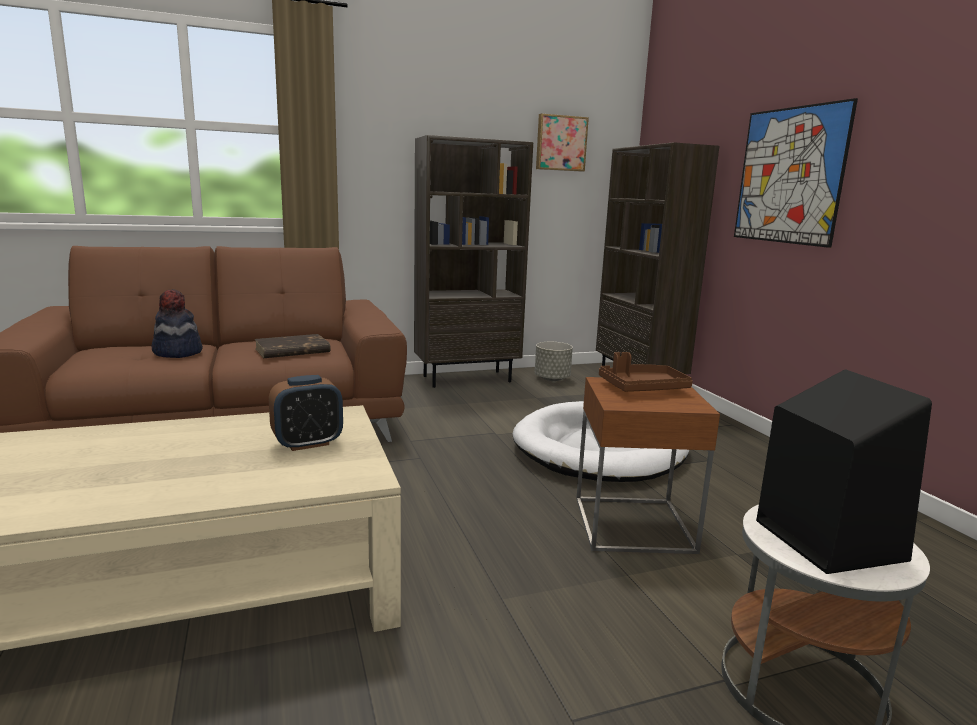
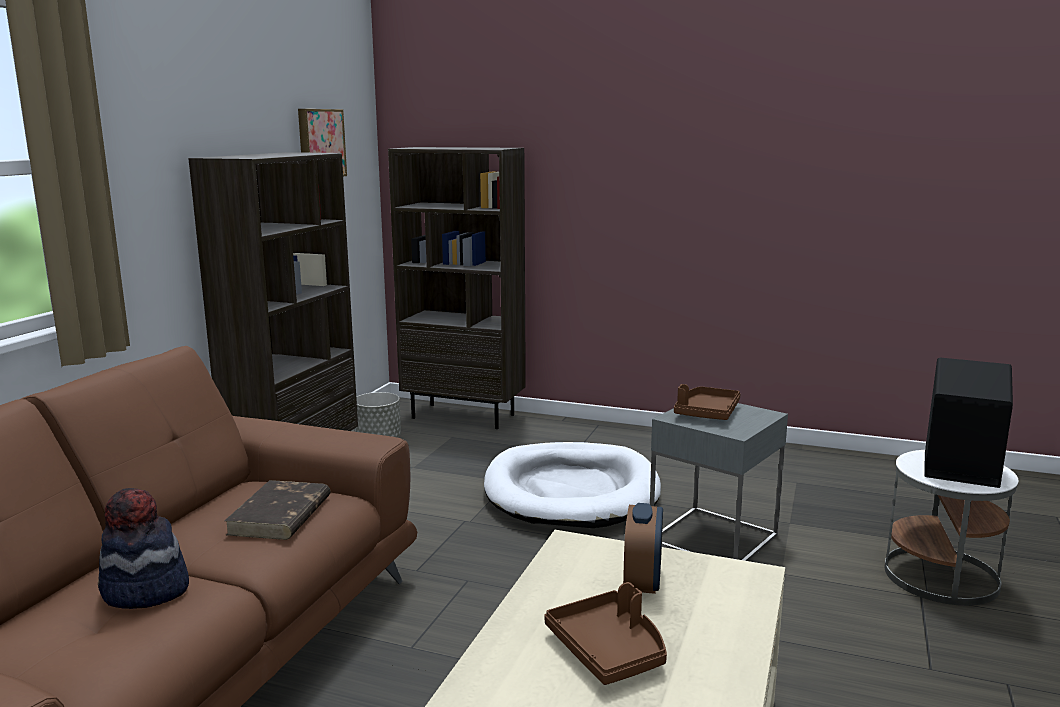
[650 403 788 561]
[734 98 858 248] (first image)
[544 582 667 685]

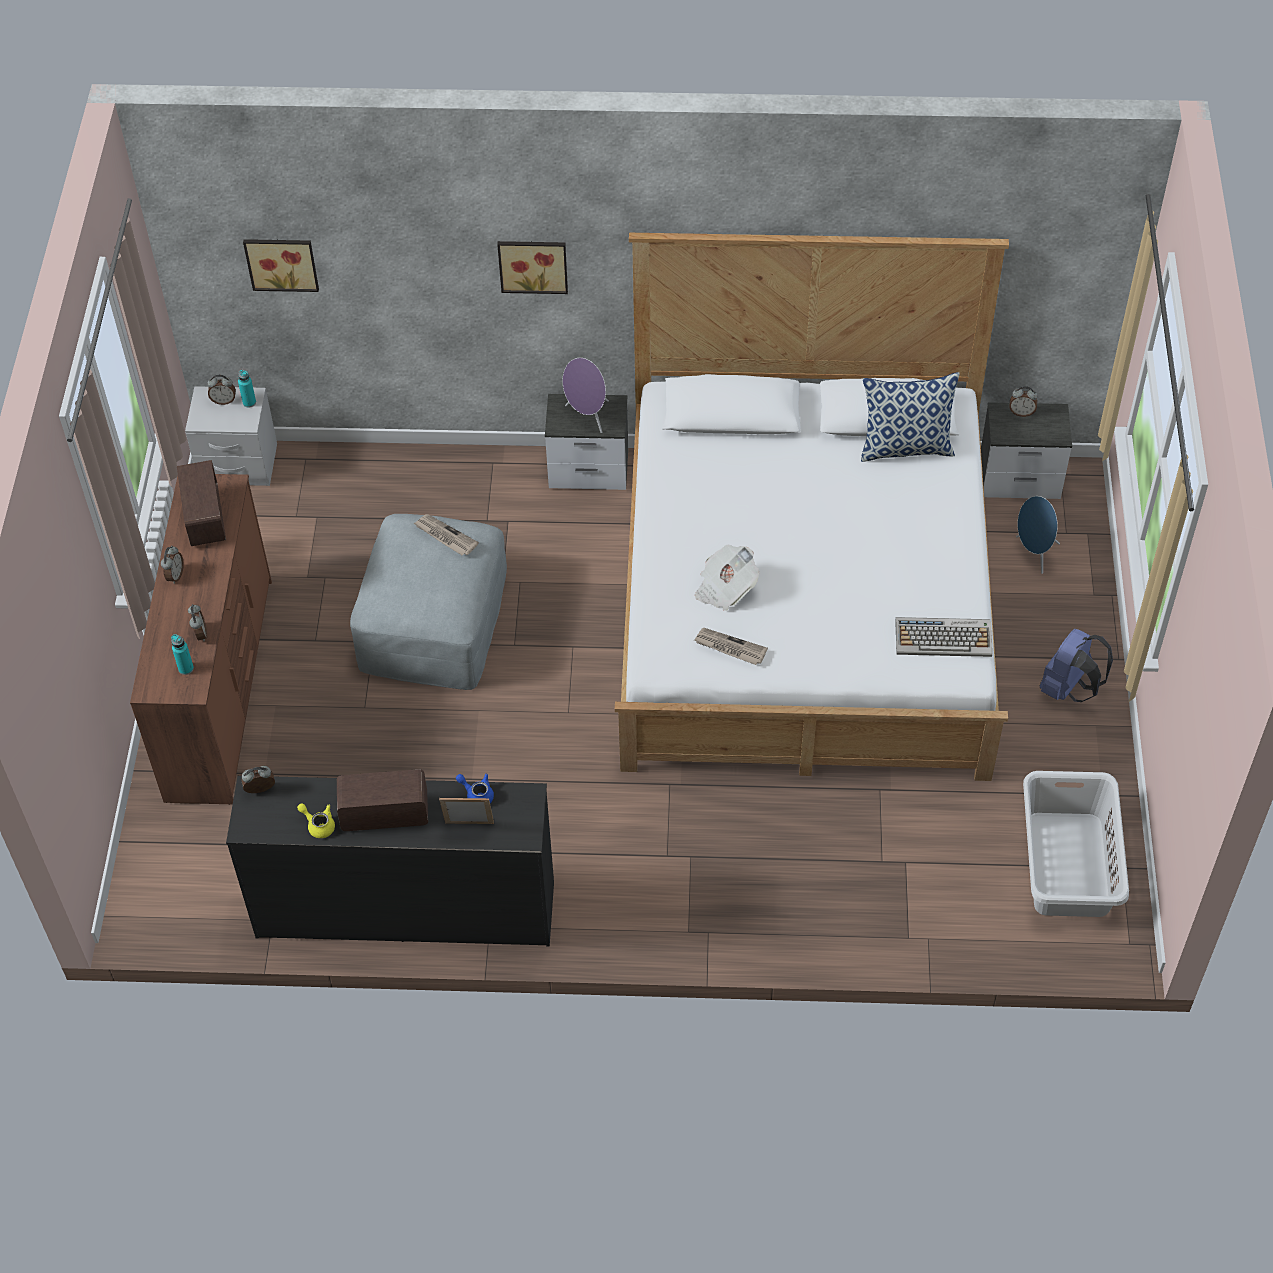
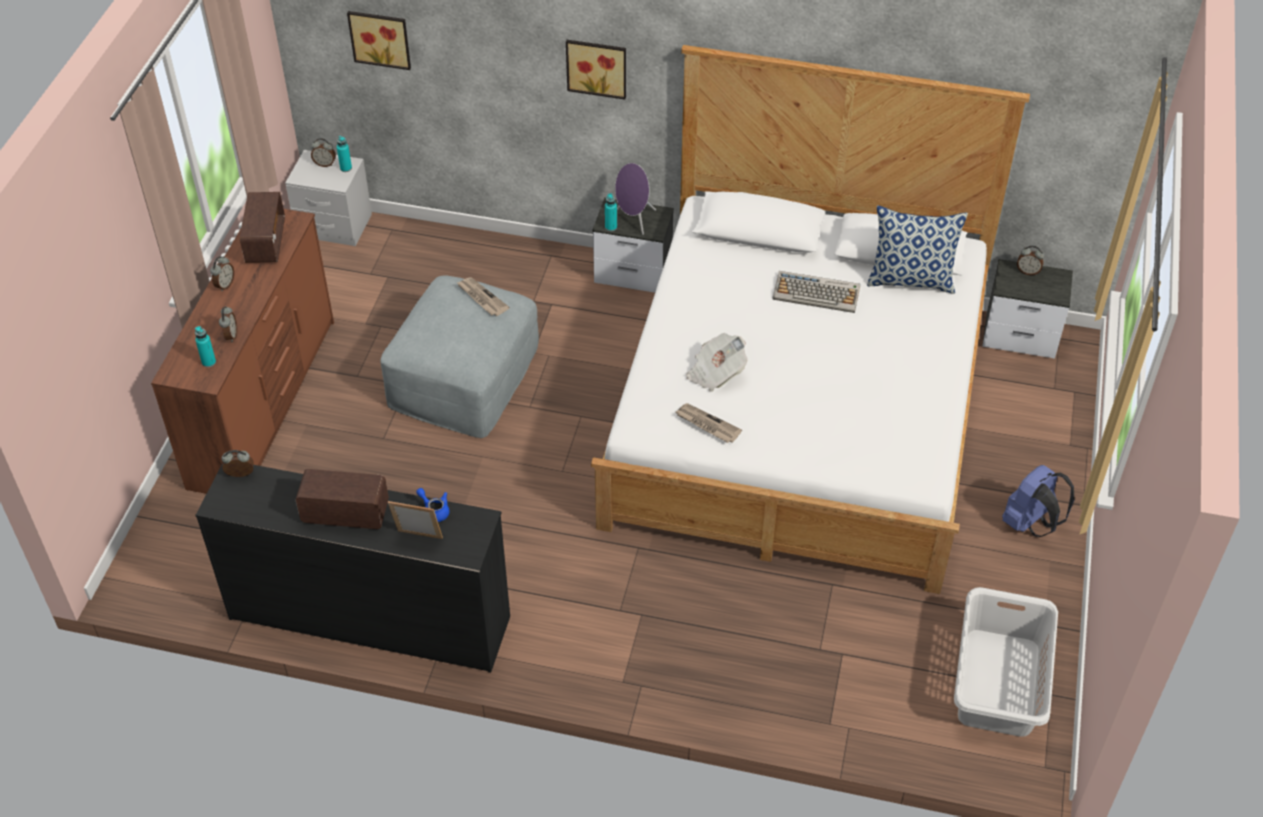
[297 803 335 838] (first image)
[772 271 860 313]
[1016 496 1060 574] (first image)
[605 193 617 231]

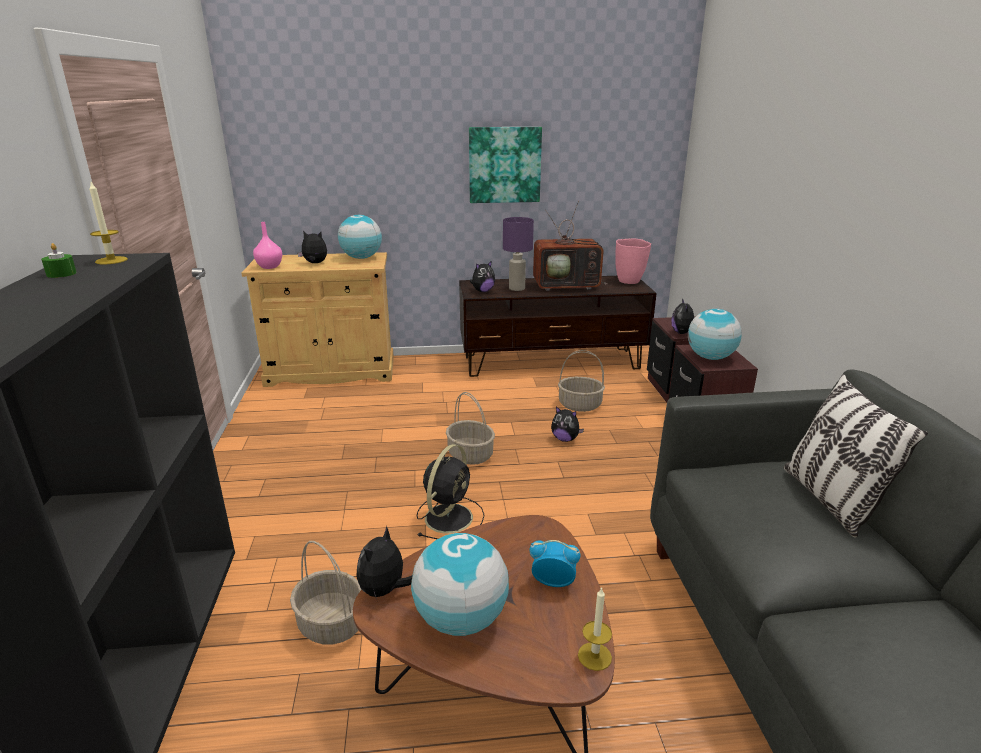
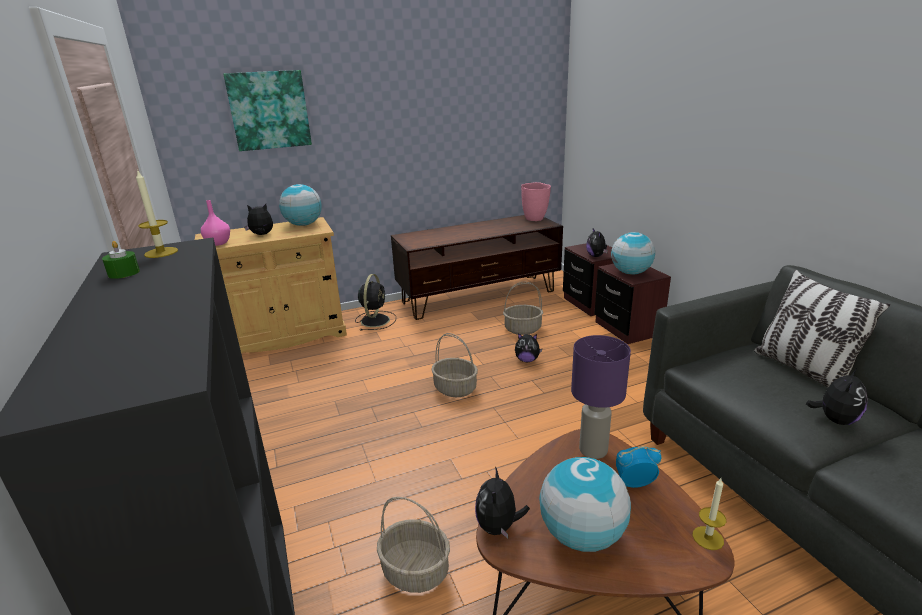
[355 274 396 331]
[223 70 312 151]
[806 368 868 425]
[571 335 631 459]
[533 201 607 291] (first image)

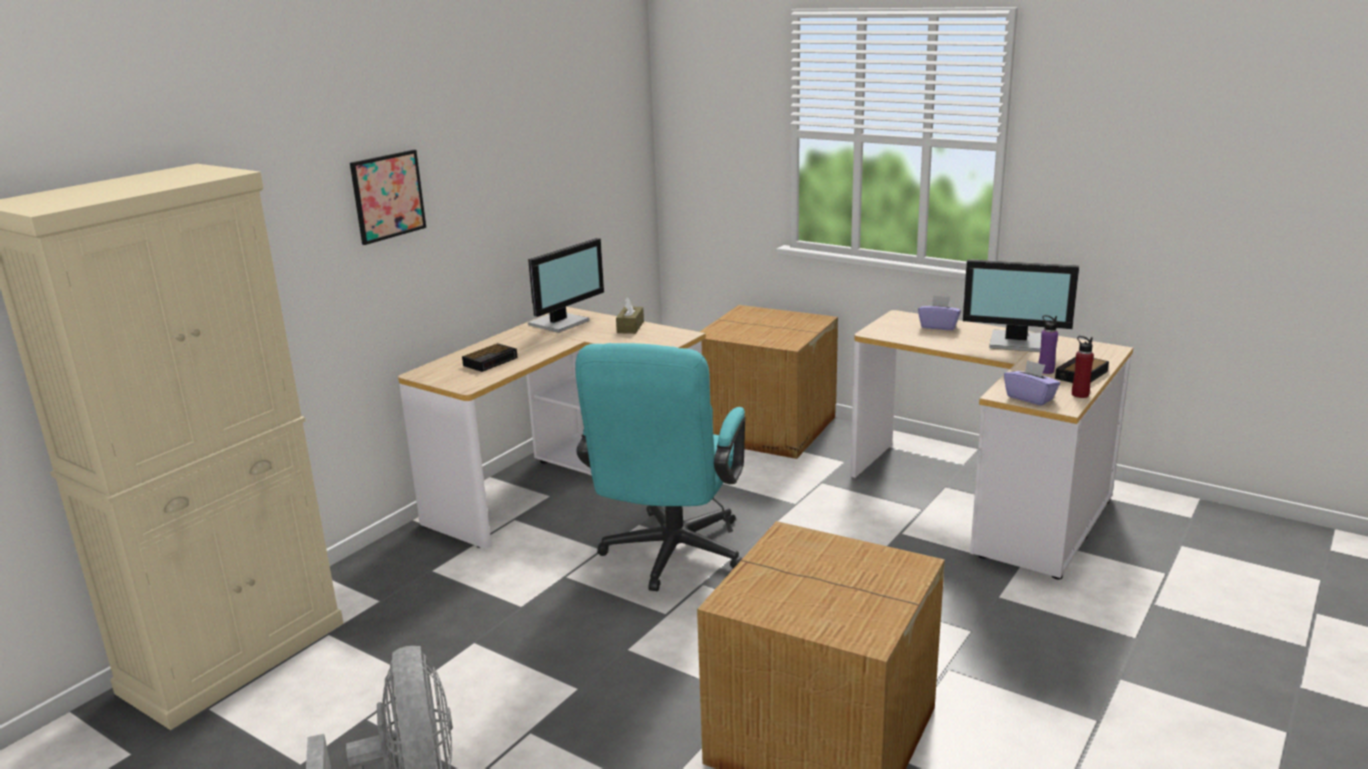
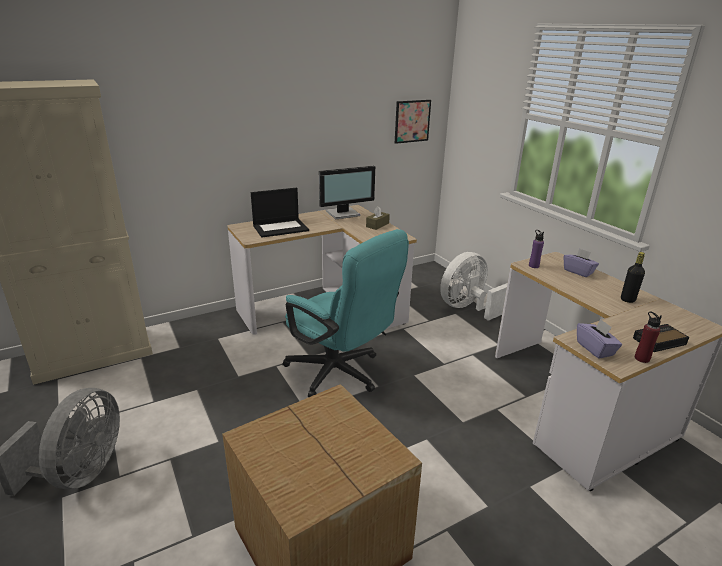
[395 100 431 144]
[251 187 309 238]
[282 229 409 397]
[440 252 508 321]
[621 252 645 303]
[529 230 544 268]

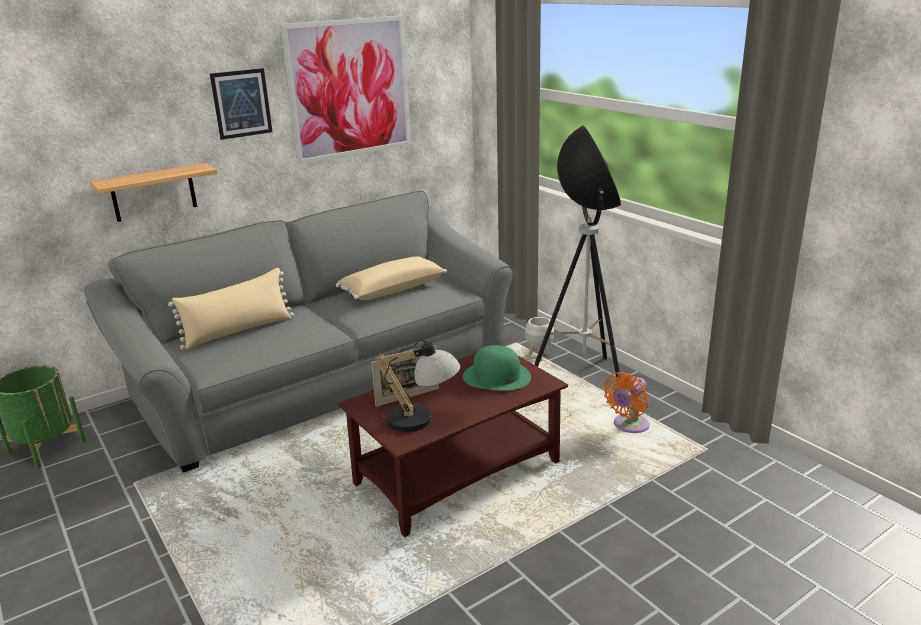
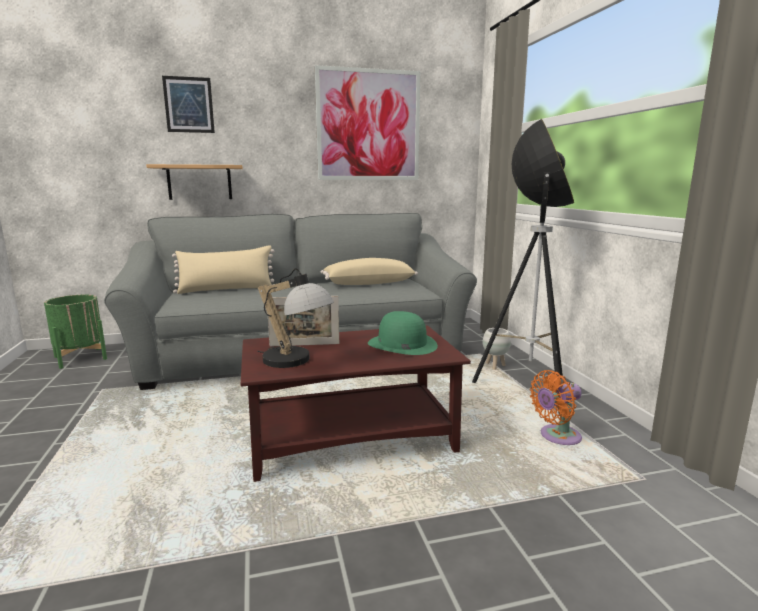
[162 76 215 133]

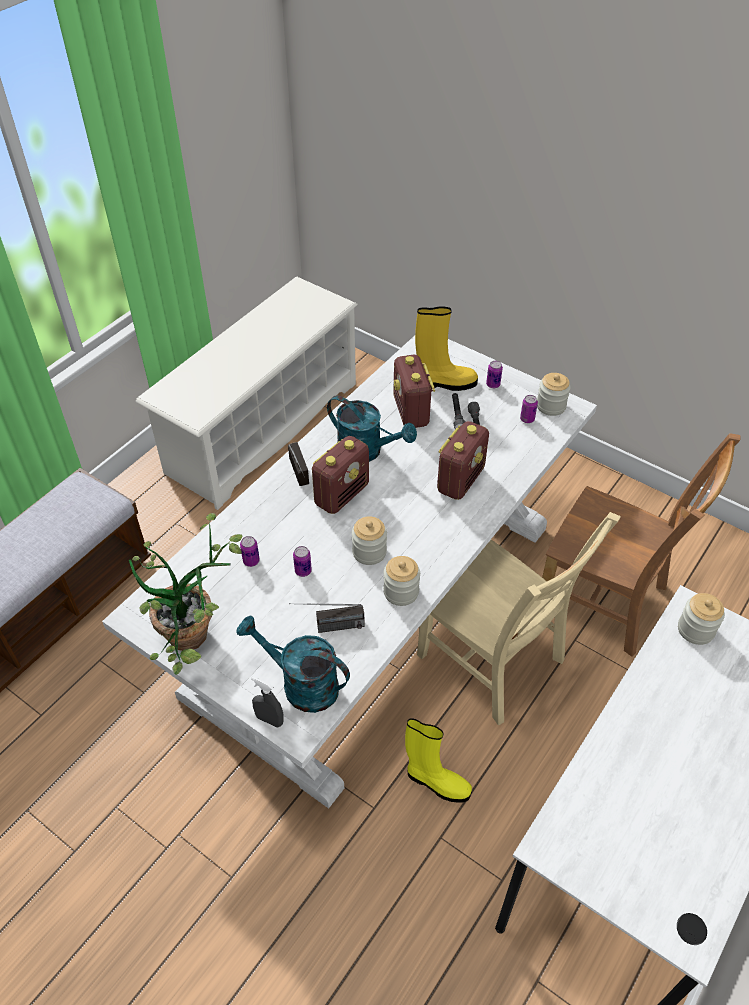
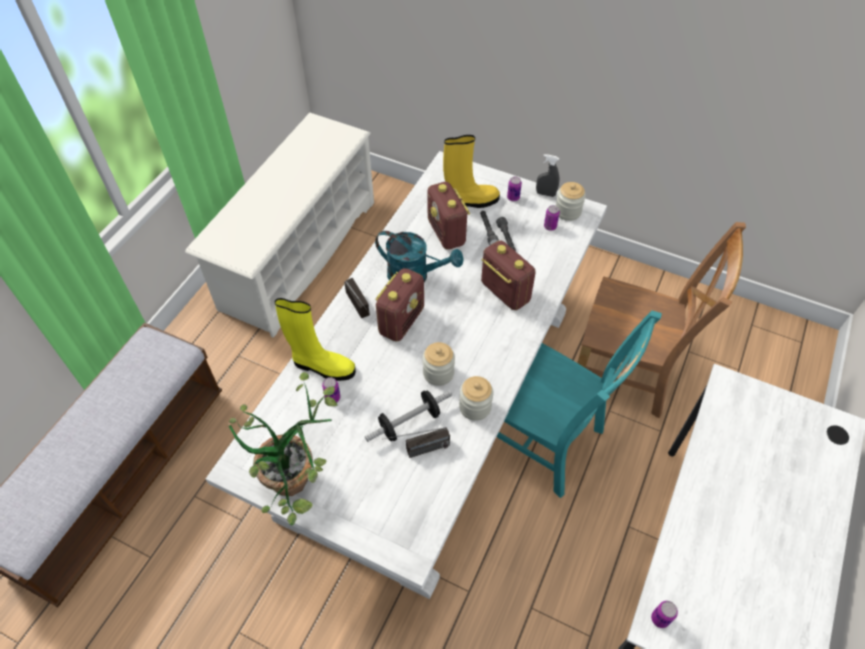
[236 616 350 713] (first image)
[536 154 559 197]
[651 601 678 628]
[275 298 356 381]
[497 311 662 498]
[481 240 535 310]
[678 593 725 645] (first image)
[365 390 452 442]

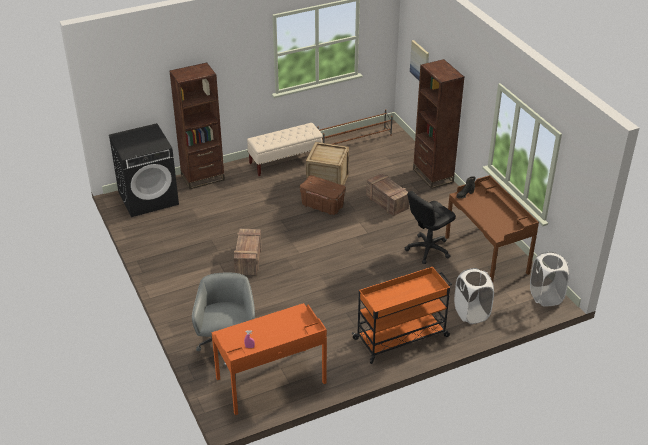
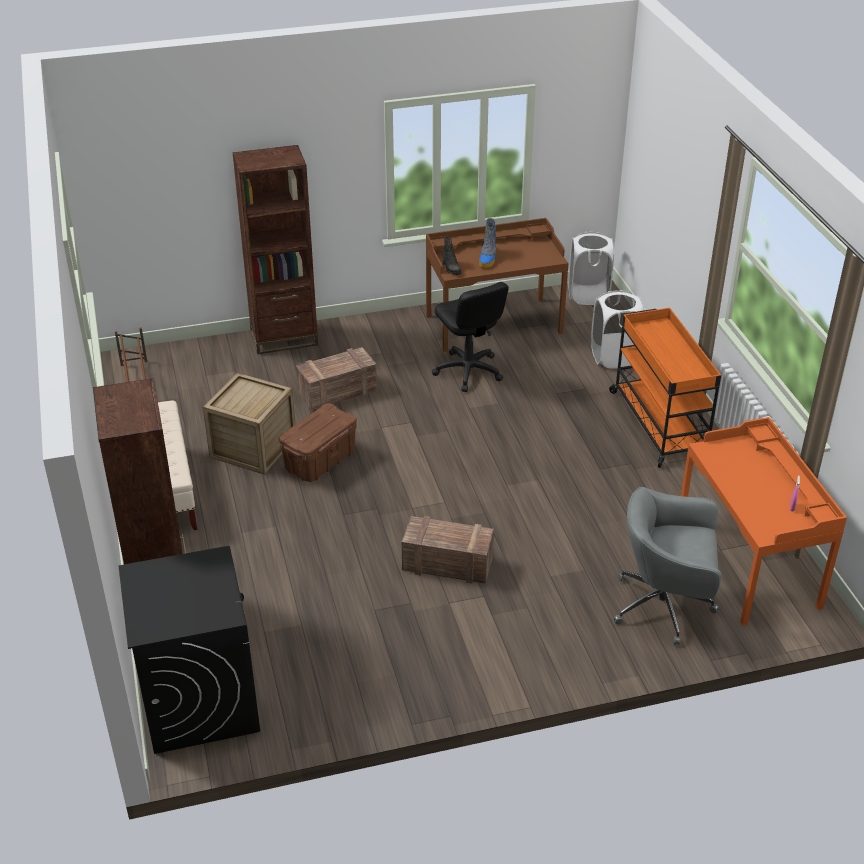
[410 40 429 80] (first image)
[479 218 496 268]

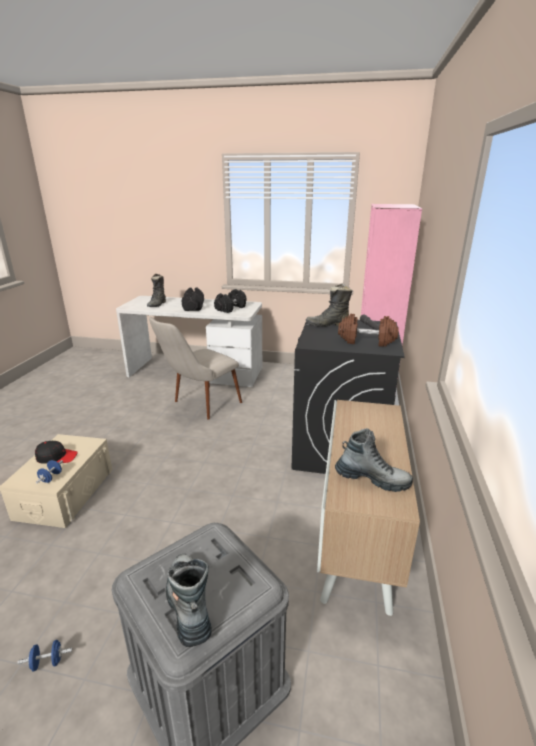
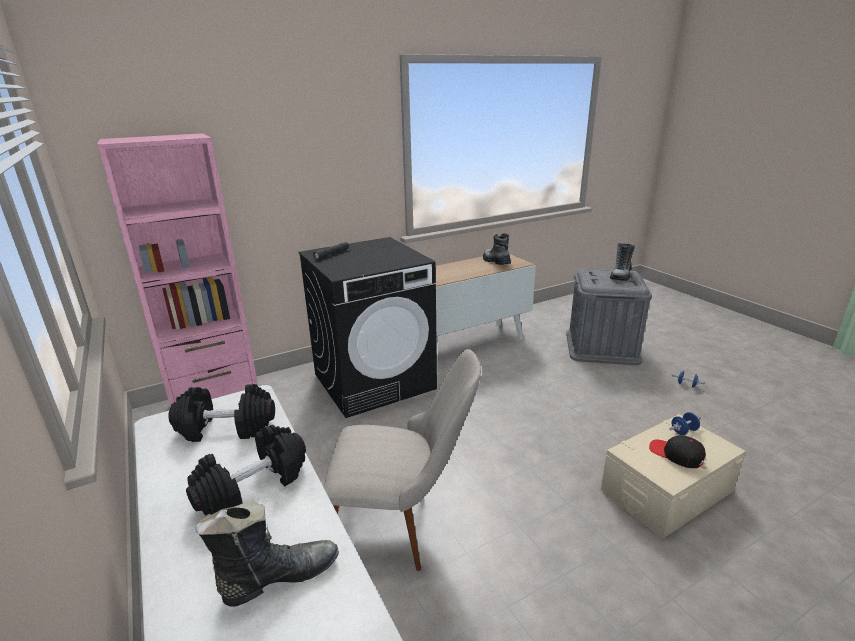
[305 283 353 327] (first image)
[338 314 399 347] (first image)

